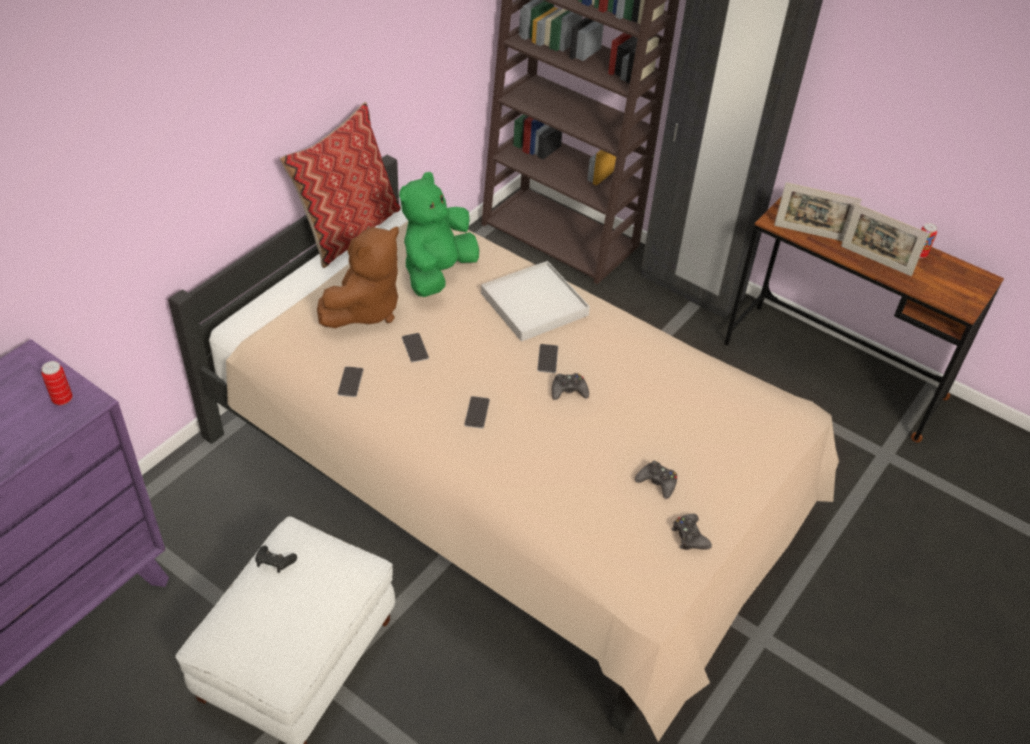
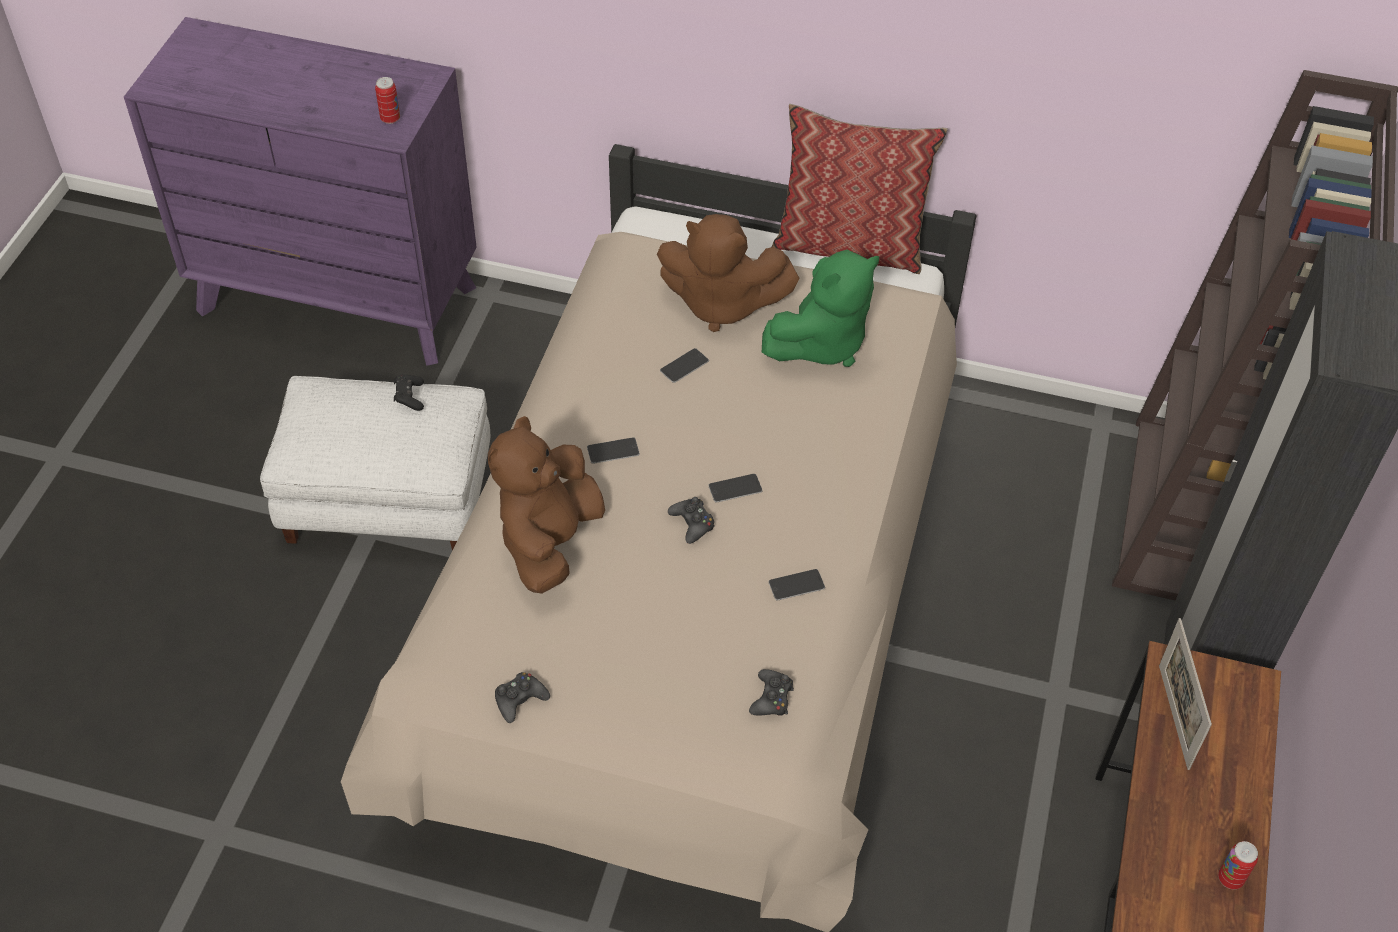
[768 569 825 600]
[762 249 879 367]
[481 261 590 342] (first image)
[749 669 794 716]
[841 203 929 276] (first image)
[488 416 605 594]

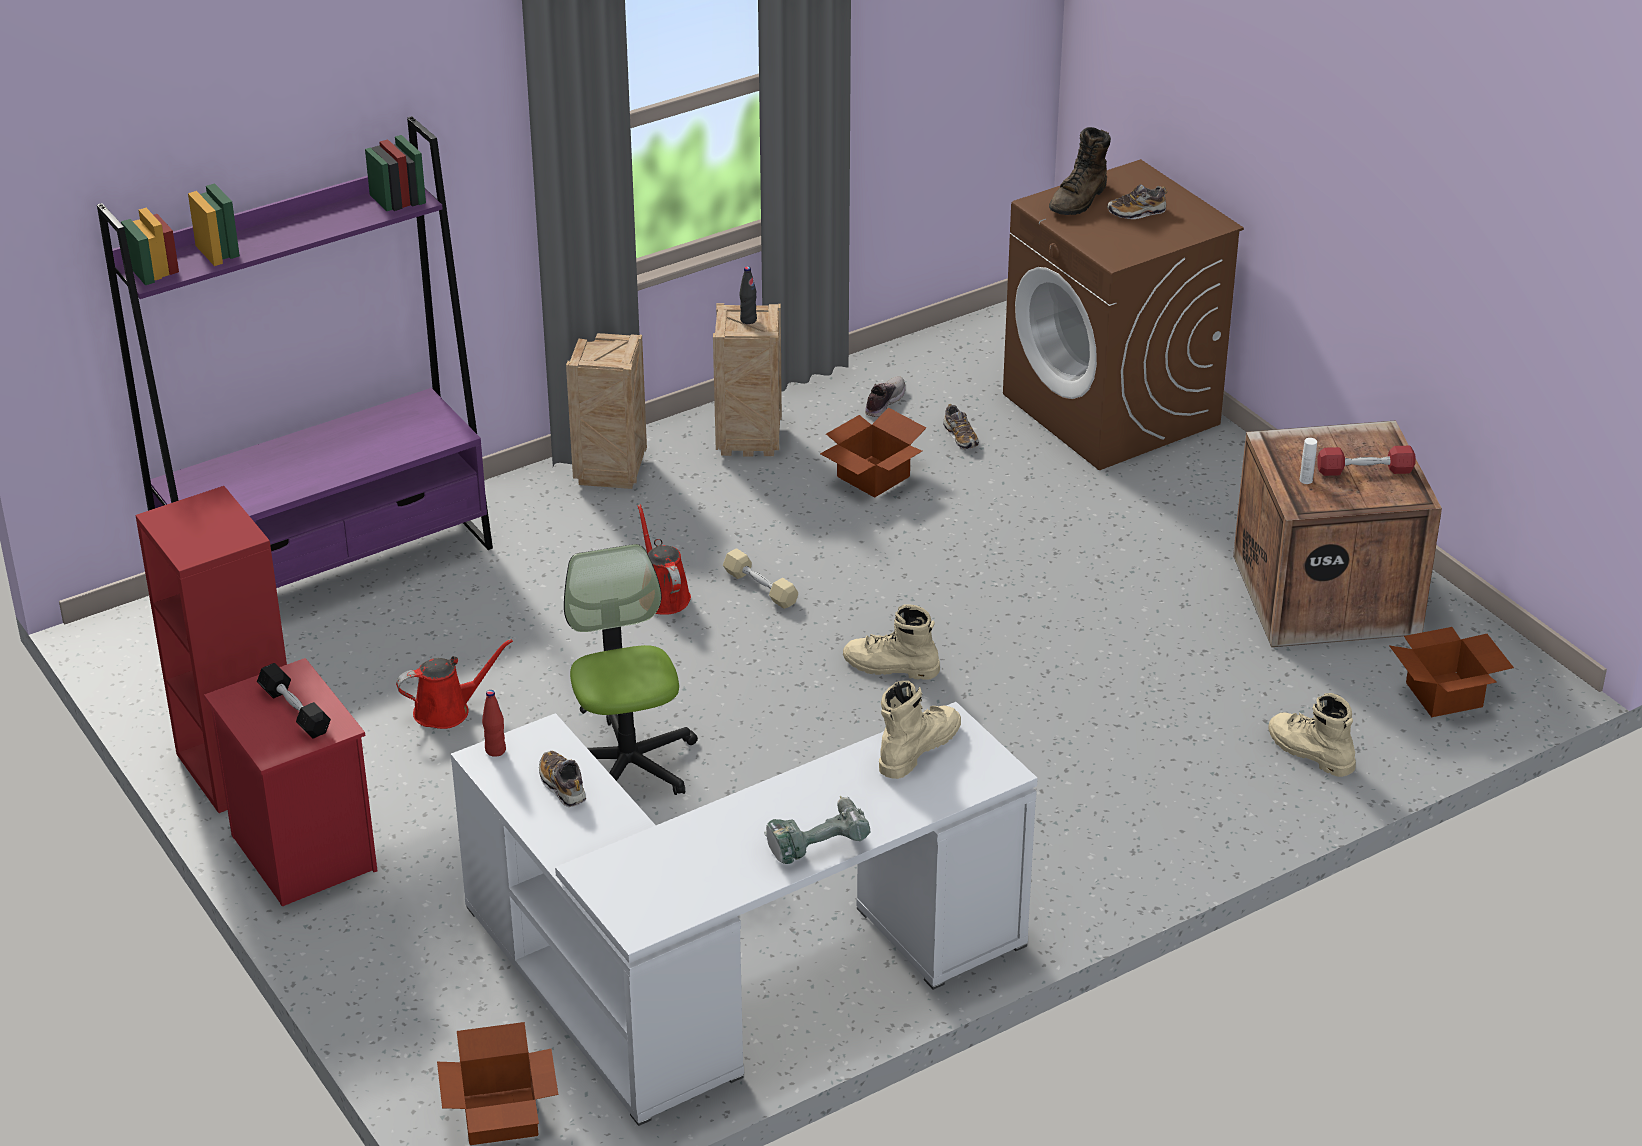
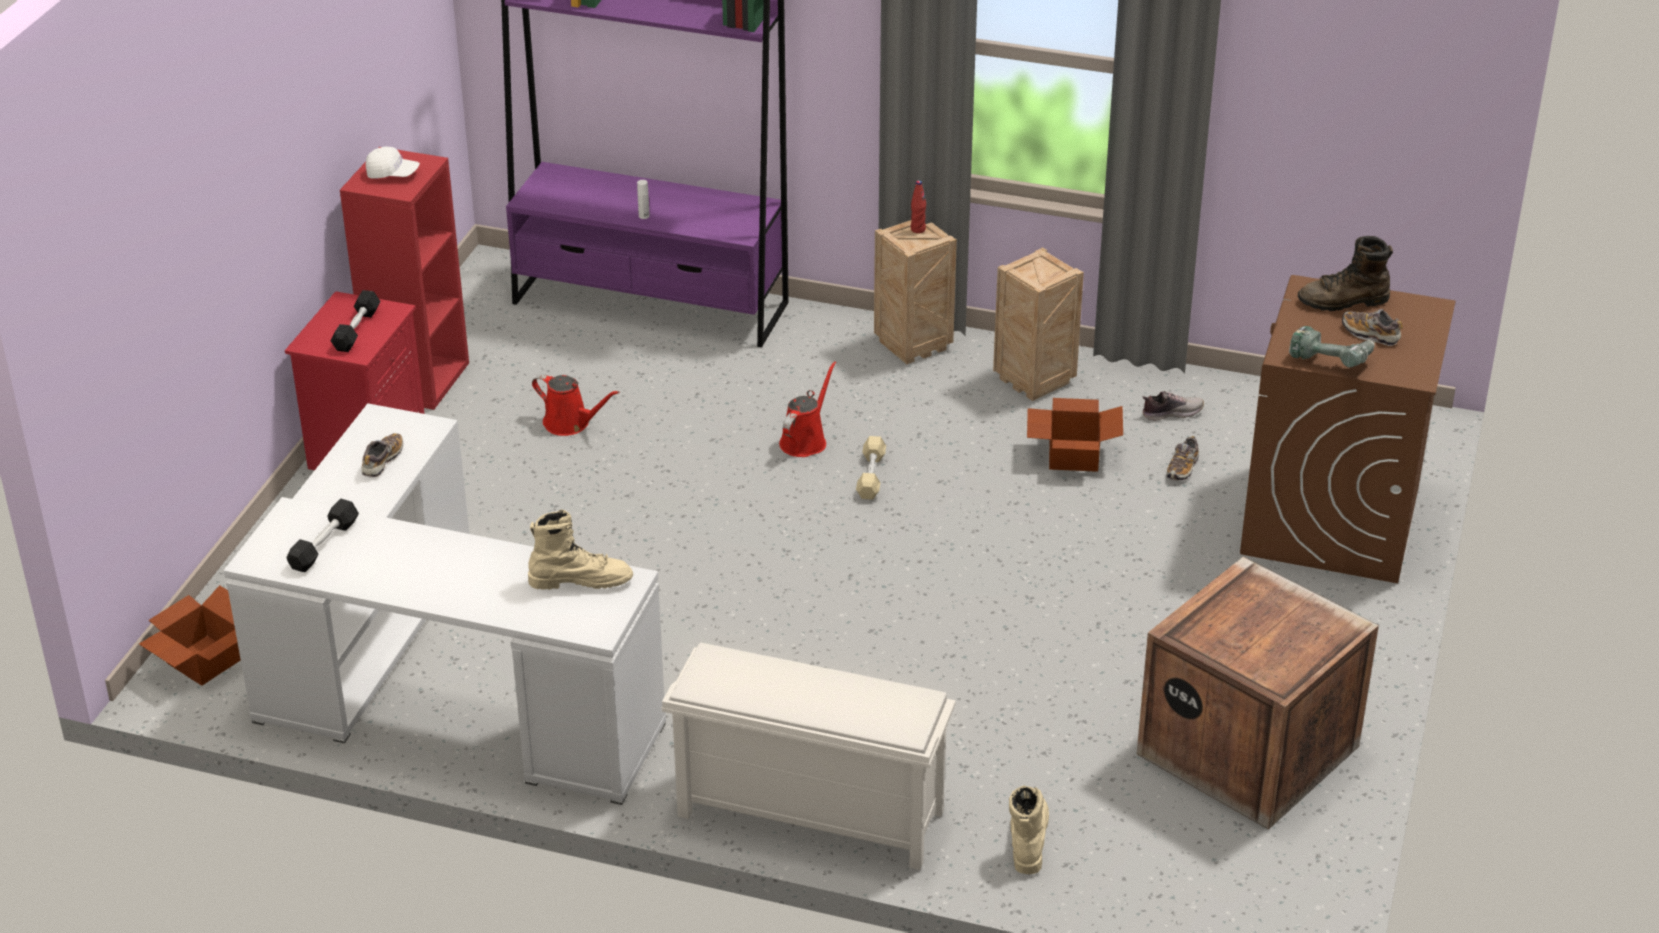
[911 180 926 233]
[564 544 698 795] (first image)
[740 266 757 324] (first image)
[1289 326 1375 368]
[843 604 940 680] (first image)
[637 180 650 219]
[1318 446 1415 476] (first image)
[1389 627 1514 717] (first image)
[286 499 359 572]
[366 146 420 179]
[662 643 956 870]

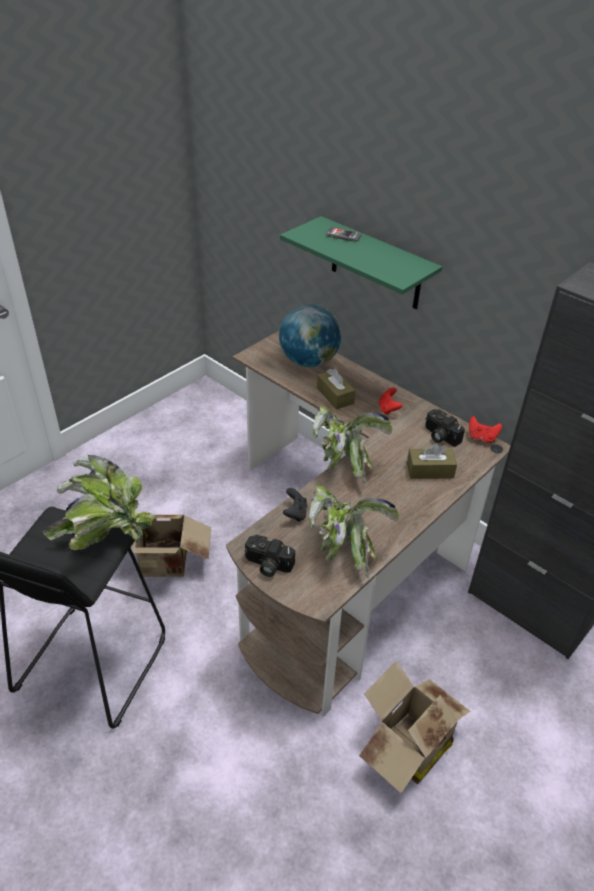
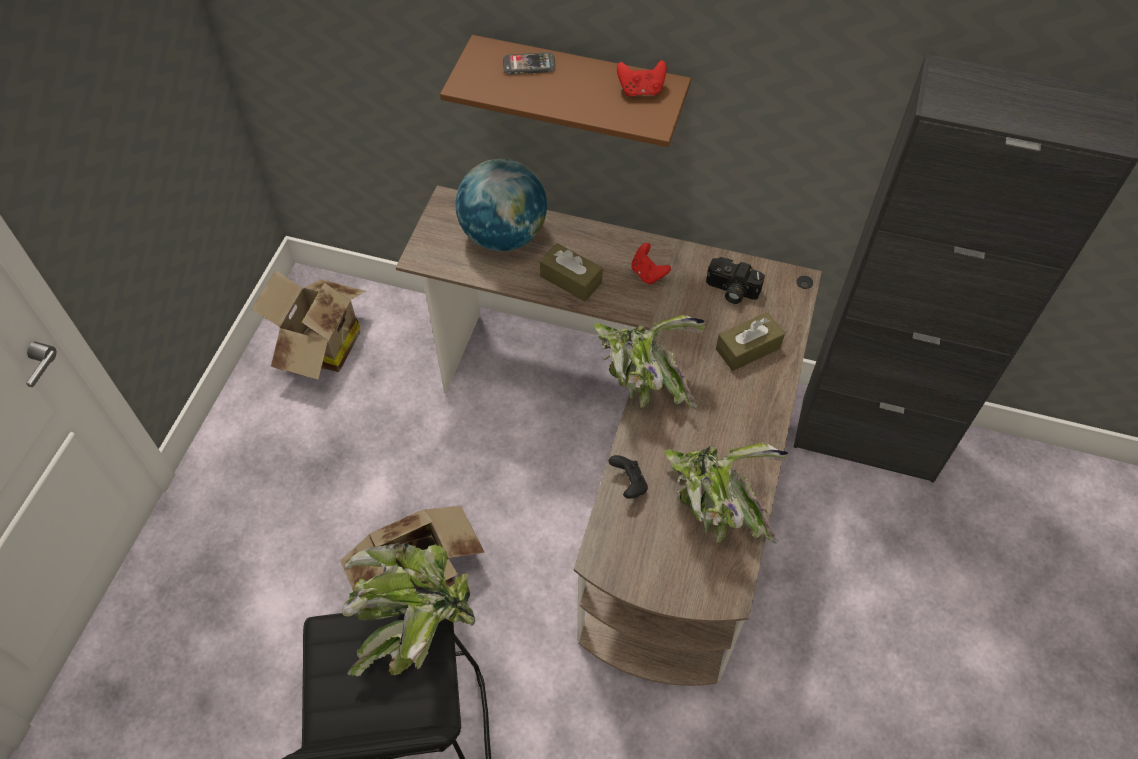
[245 535 295 577] (first image)
[440 35 691 147]
[252 270 366 380]
[617 60 667 96]

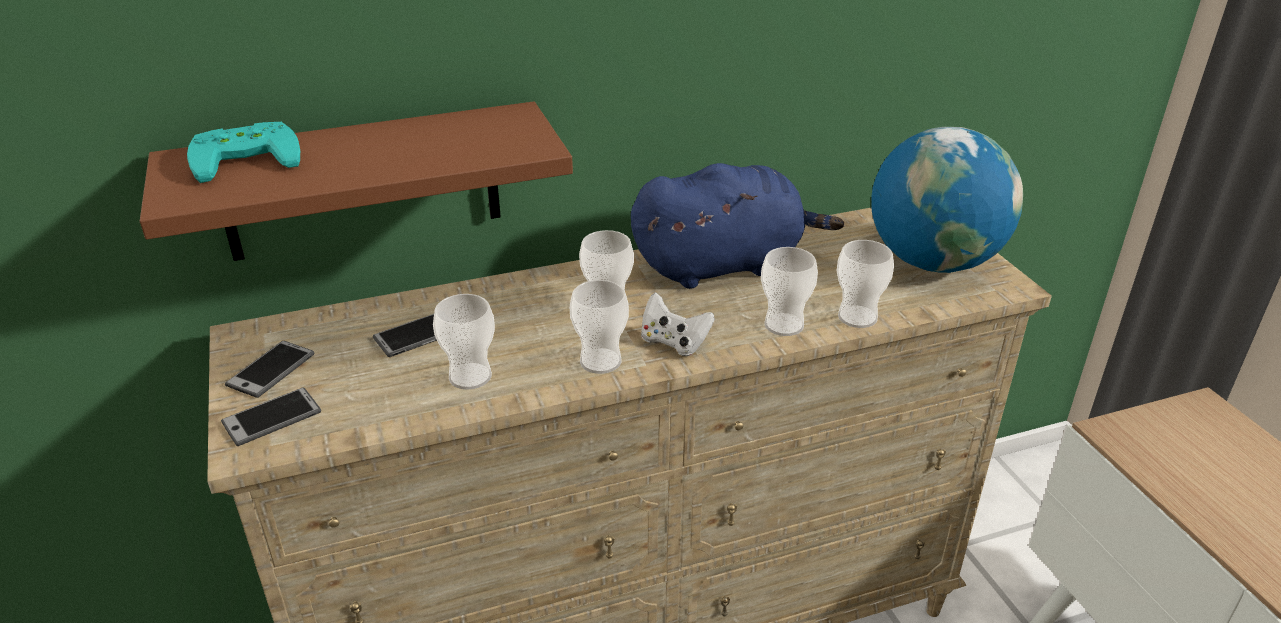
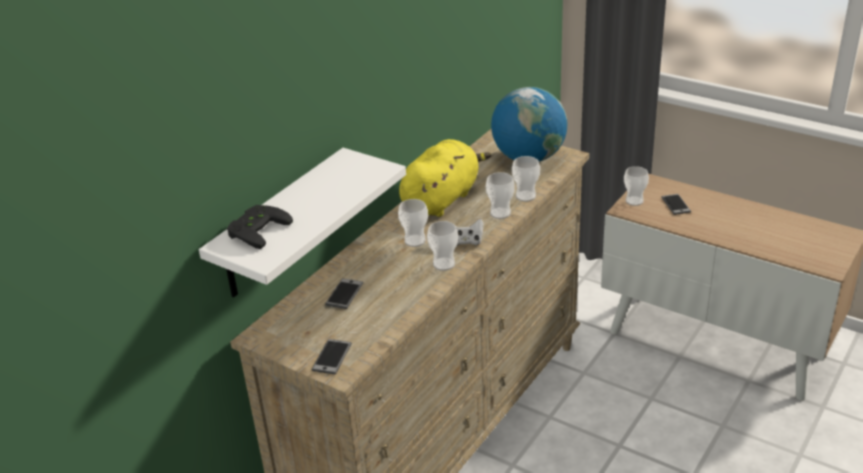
[199 148 406 297]
[227 205 293 249]
[661 194 691 215]
[624 166 649 206]
[399 139 491 217]

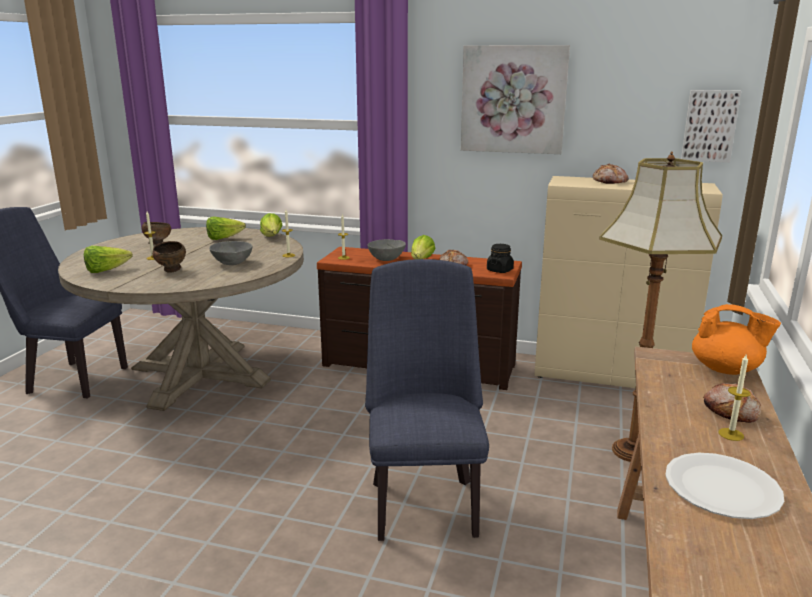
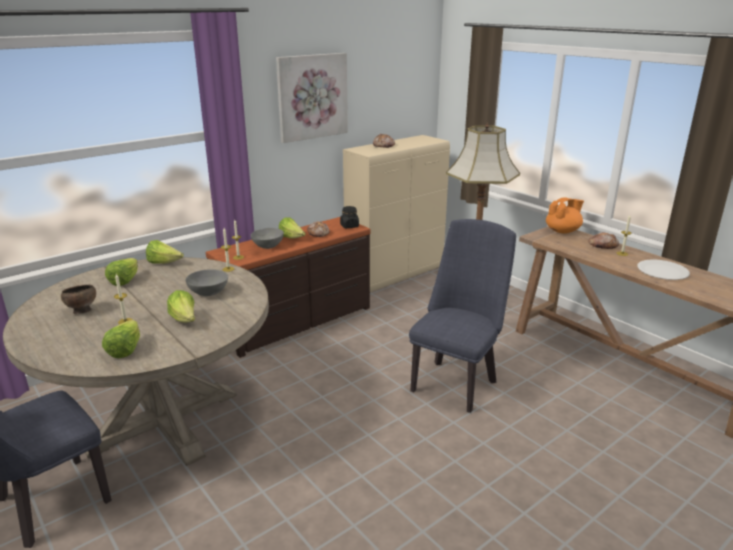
[167 290 195 323]
[409 219 516 413]
[681 90 741 162] (first image)

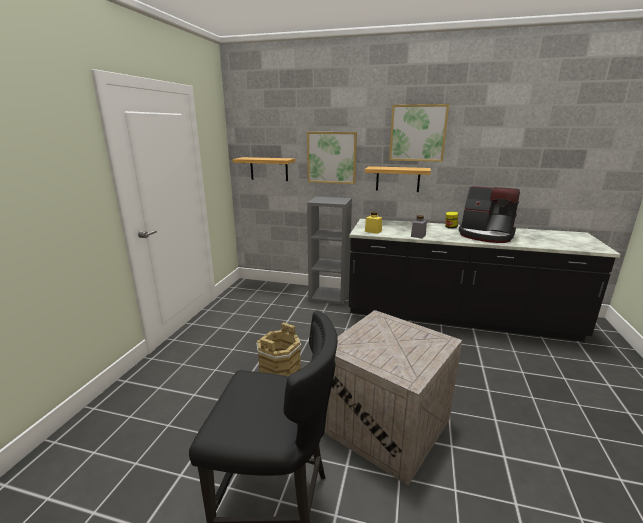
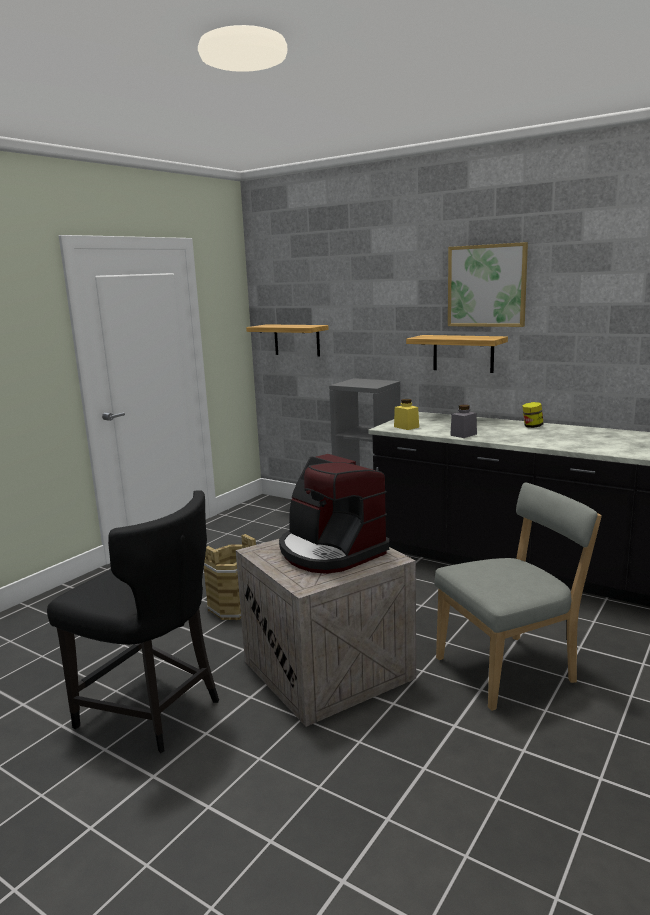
[307 132 357 184] (first image)
[279 454 389 574]
[434 482 602 711]

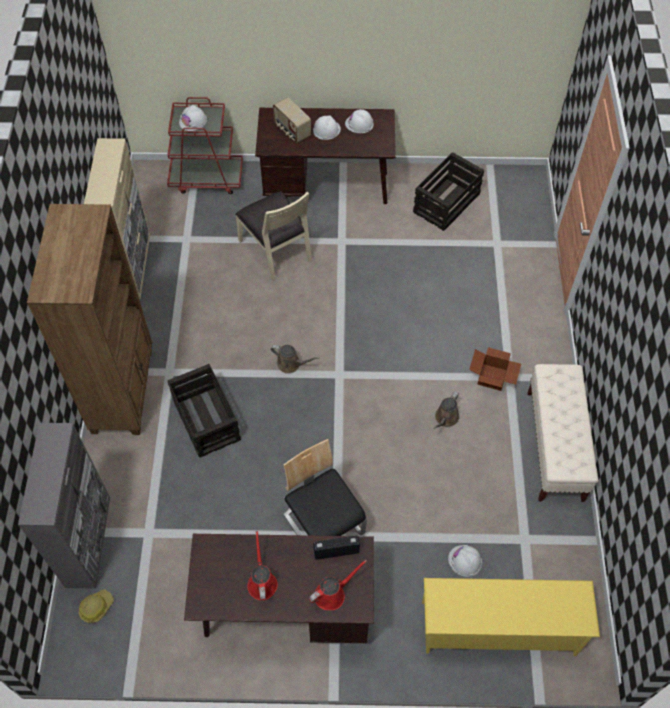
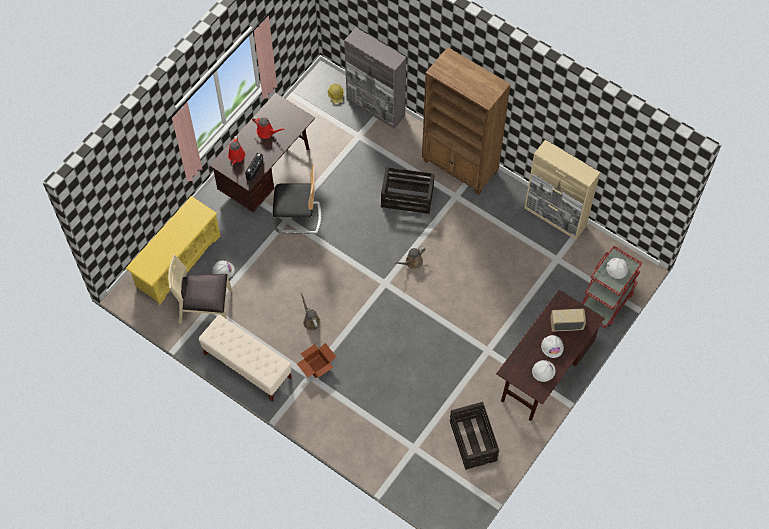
[168 255 232 323]

